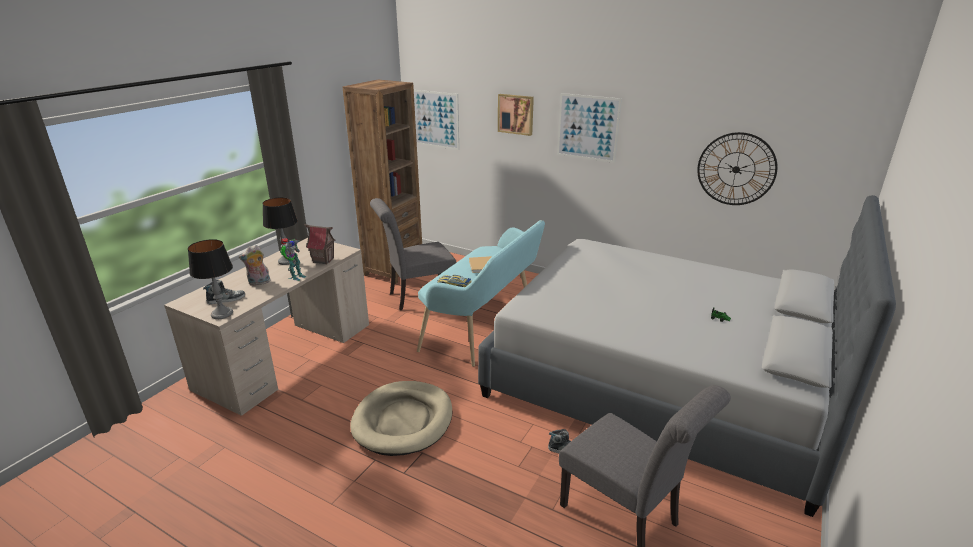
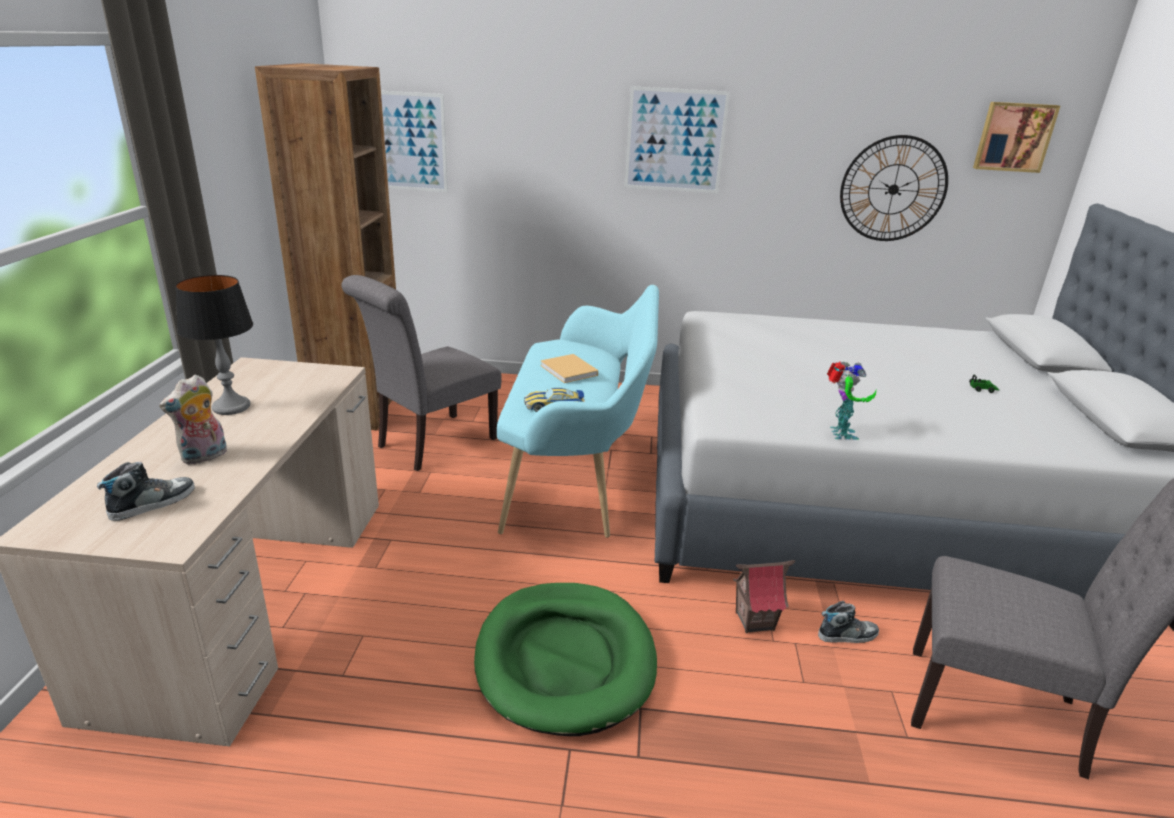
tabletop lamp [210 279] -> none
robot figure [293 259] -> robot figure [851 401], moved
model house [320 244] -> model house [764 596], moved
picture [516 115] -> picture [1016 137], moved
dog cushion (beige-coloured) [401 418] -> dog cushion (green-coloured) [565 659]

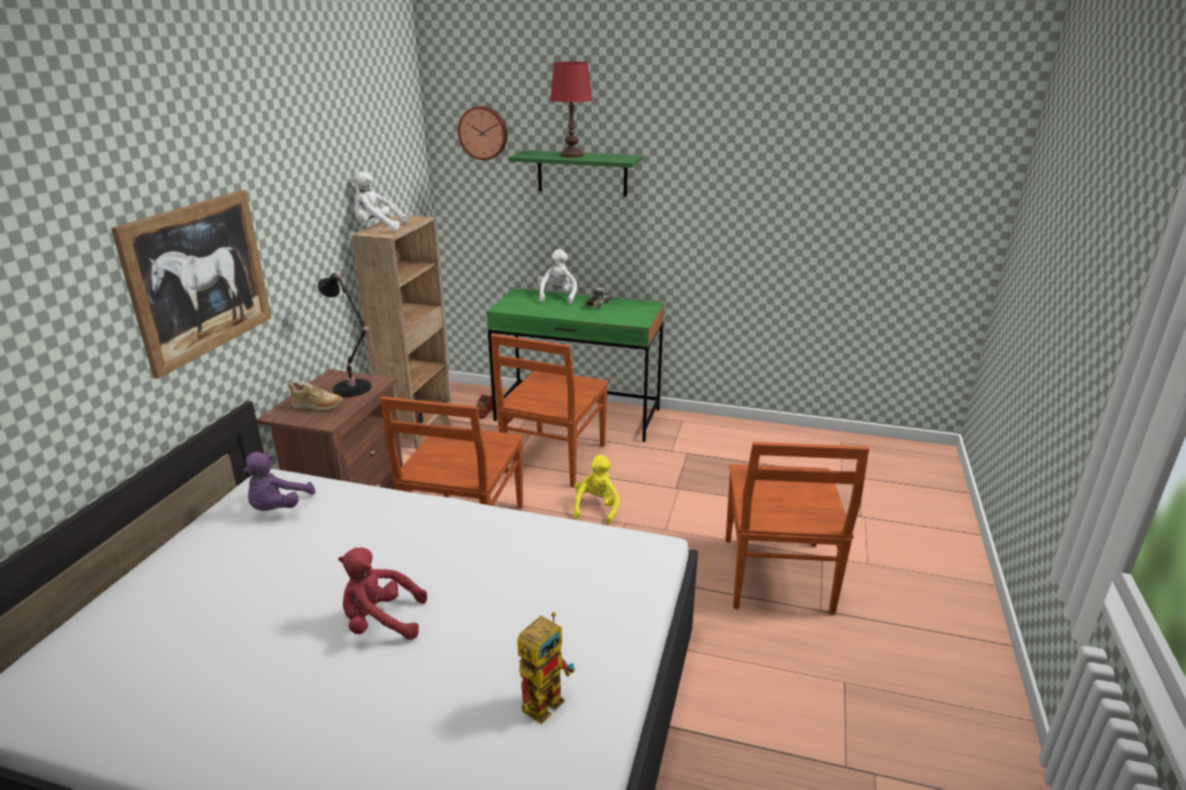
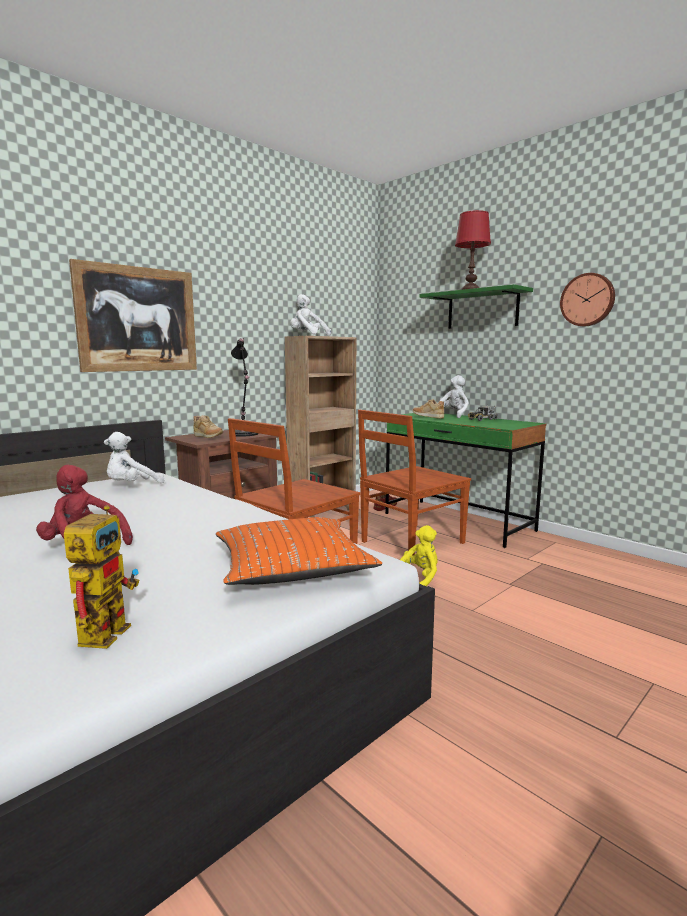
plain chair (brown-coloured) [797 528] -> none
none -> cushion (orangey) [299 551]
none -> shoe (beige-coloured) [428 409]
clock on the wall [483 133] -> clock on the wall [587 299], moved
cuddly toy (purplish) [279 481] -> cuddly toy (white) [134 457]
robot figure [546 668] -> robot figure [101 577], 60 degrees counterclockwise

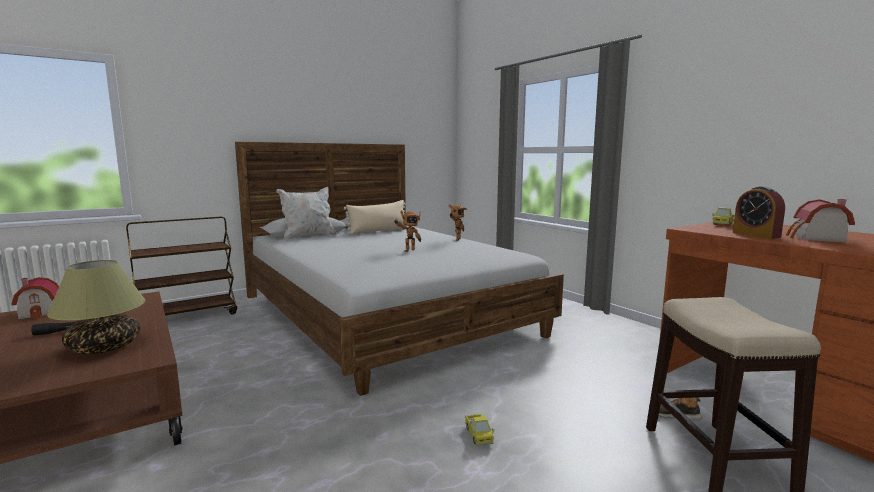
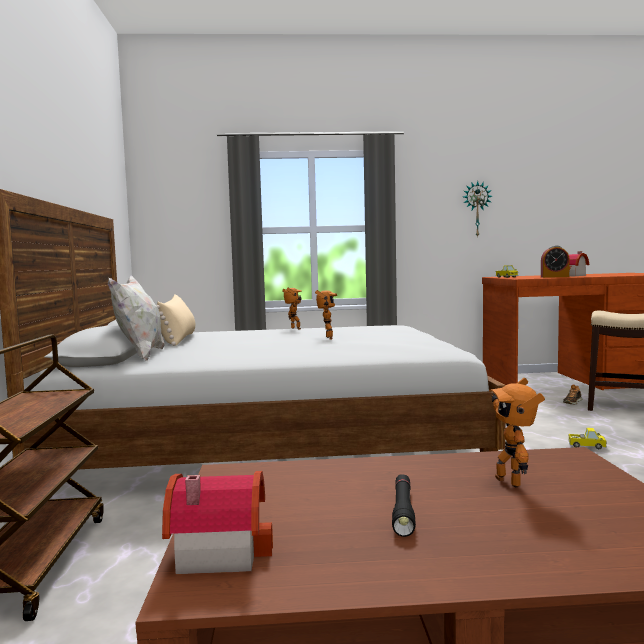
none -> clock on the wall [477 209]
tabletop lamp [96 307] -> robot figure [517 432]

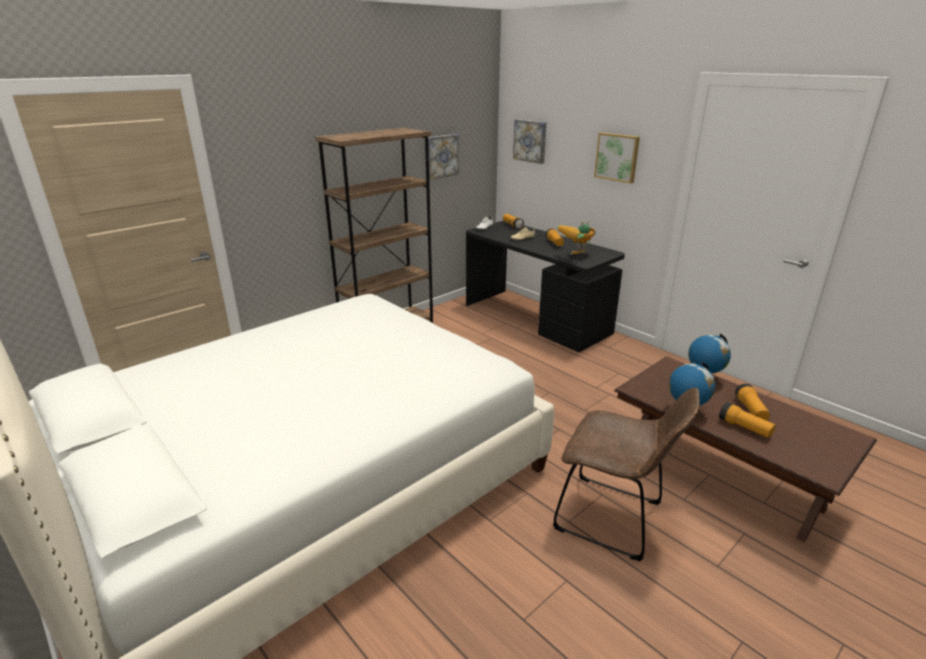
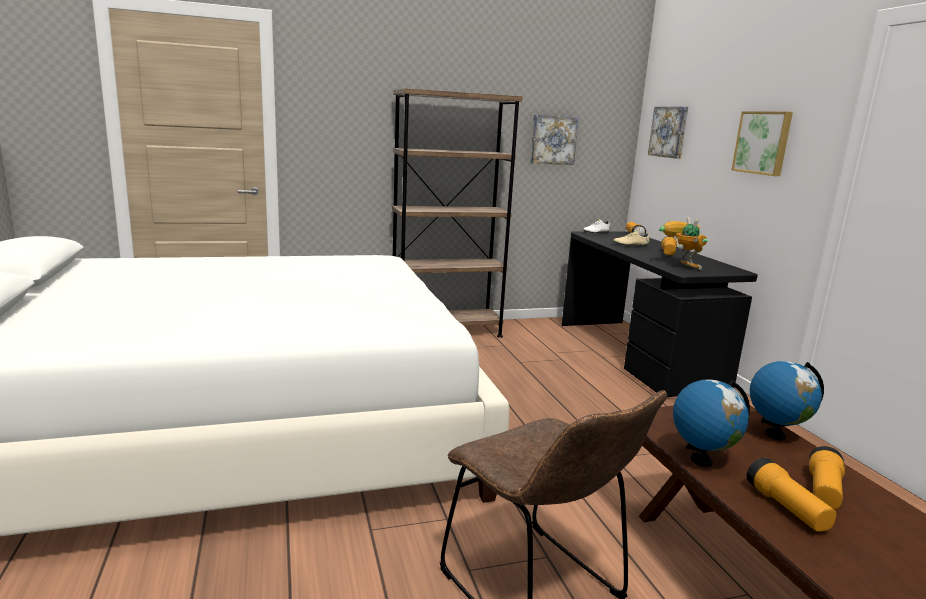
robot figure [576 237] -> robot figure [683 243], 75 degrees clockwise

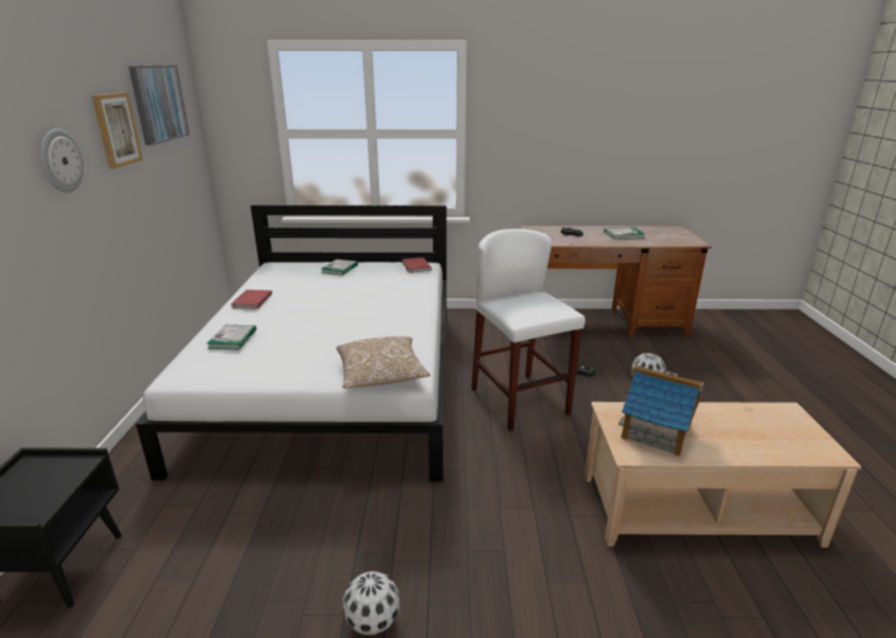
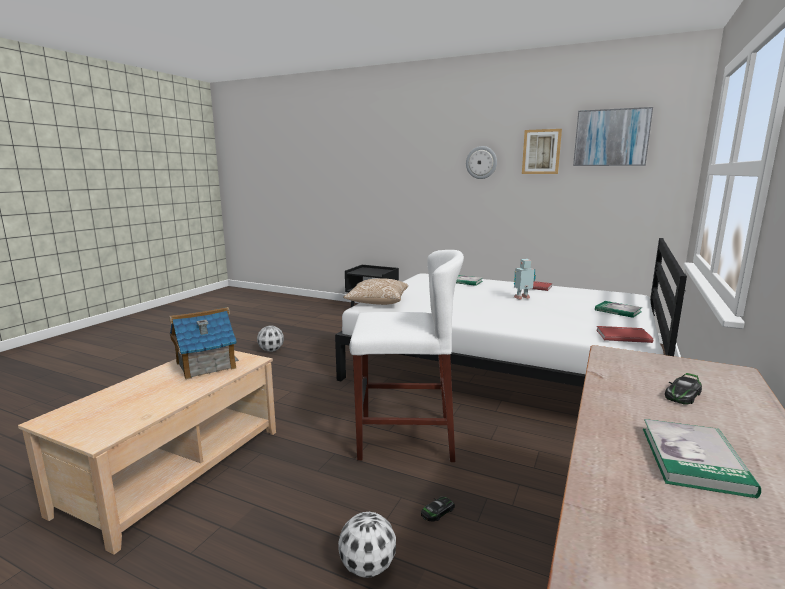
none -> robot figure [525 279]

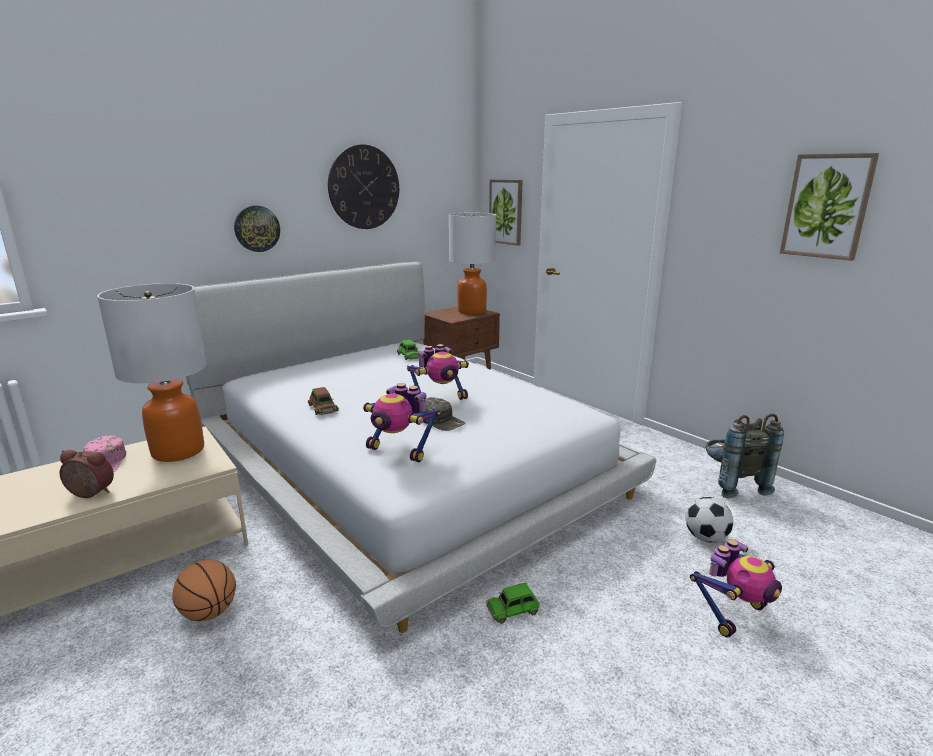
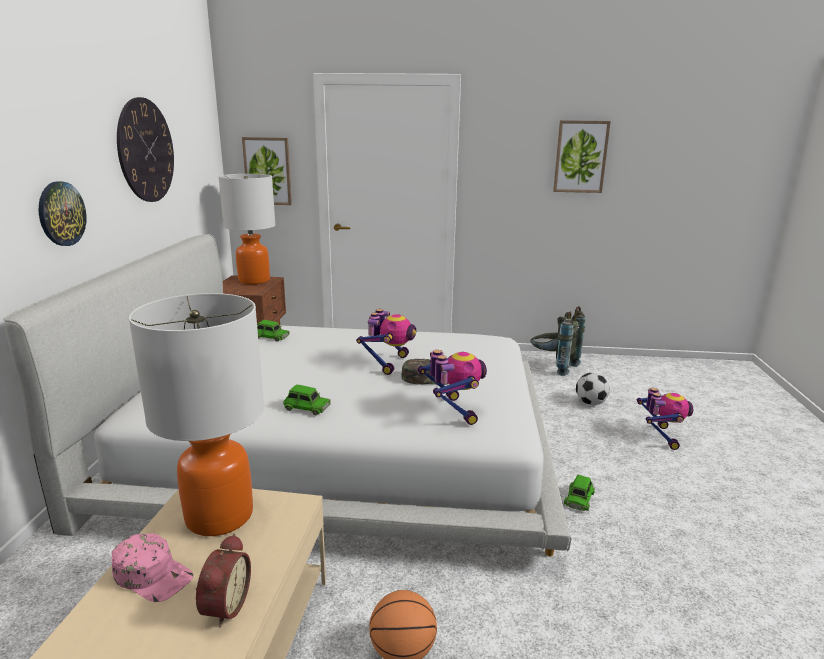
miniature car (brown-coloured) [323 401] -> miniature car (green-coloured) [307 400]
bedside clock [86 474] -> bedside clock [223 580], 135 degrees clockwise
robot figure [401 422] -> robot figure [452 387], 90 degrees counterclockwise

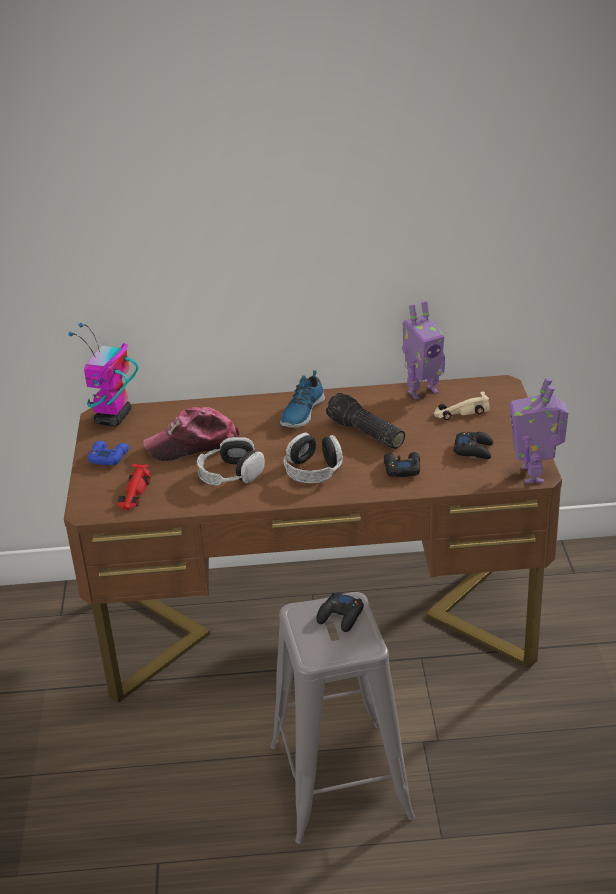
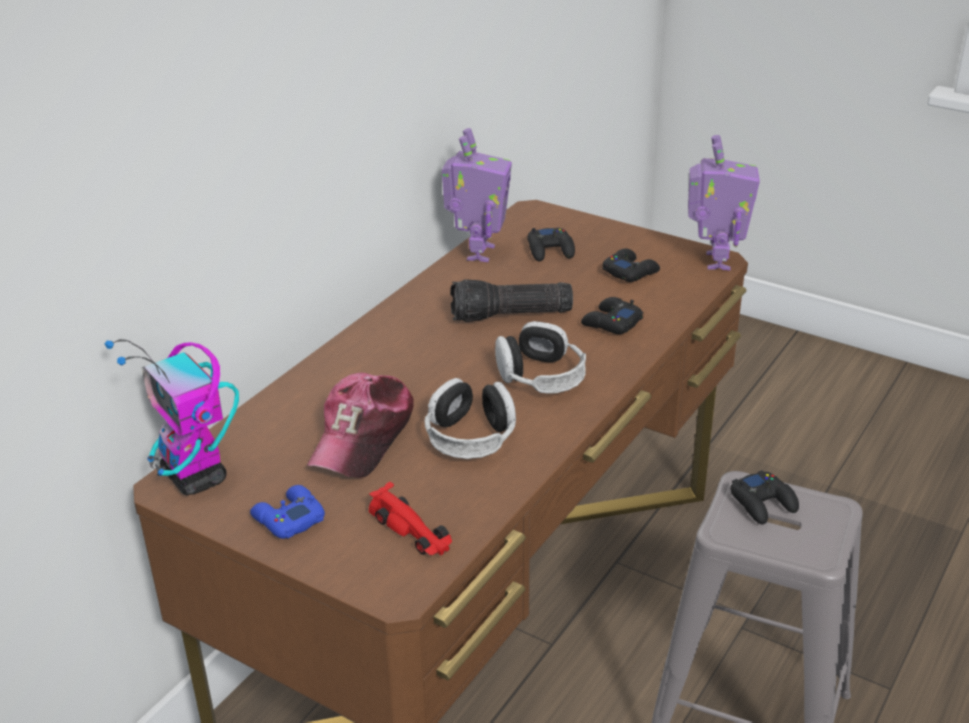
shoe [302 399] -> none
miniature car (beige-coloured) [462 406] -> game controller (black) [551 244]
robot figure [539 430] -> robot figure [724 202], 120 degrees counterclockwise

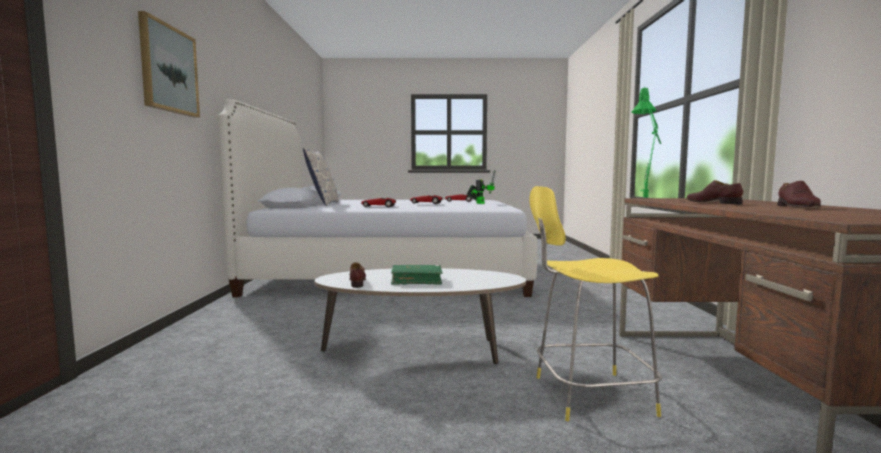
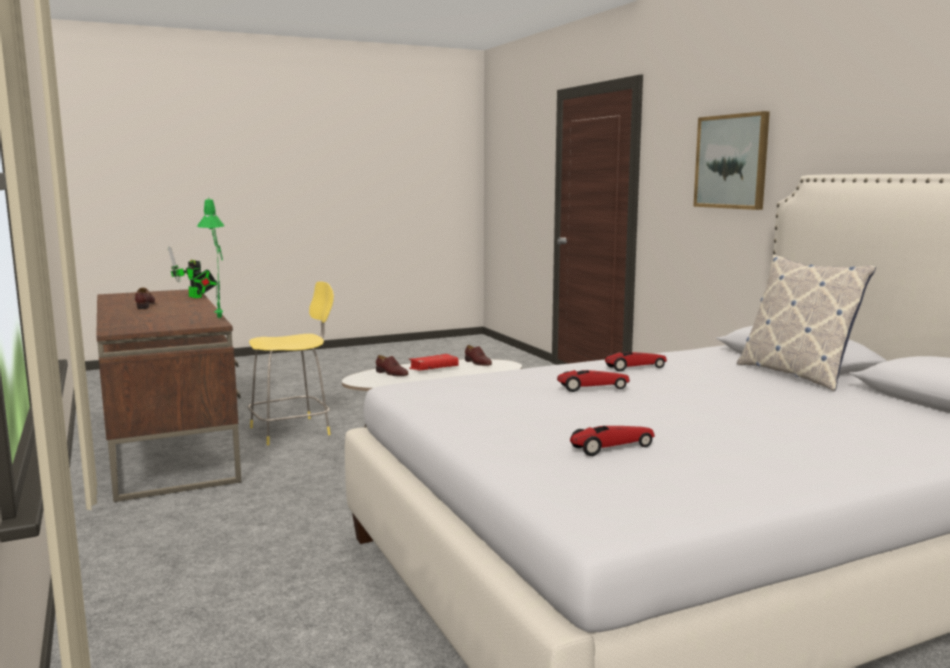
robot figure [481 187] -> robot figure [193 272], moved
shoe (brown-coloured) [714 192] -> shoe (brown-coloured) [392 365], moved
book (green-coloured) [417 275] -> book (red-coloured) [433 362]

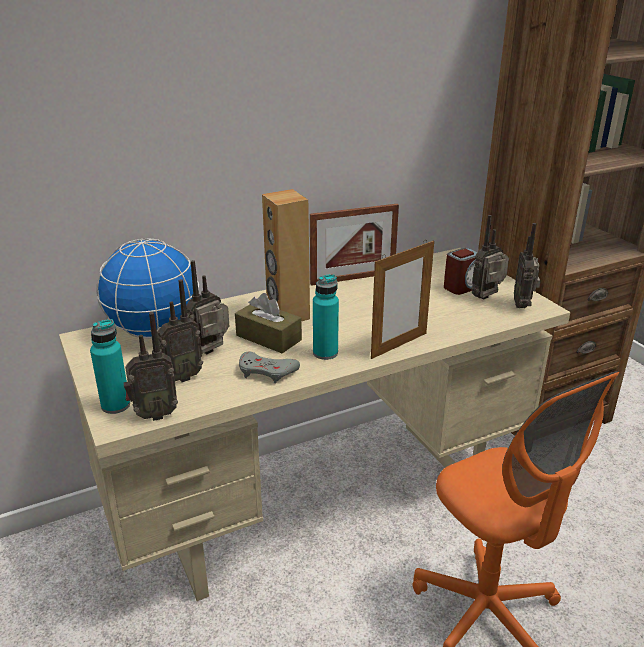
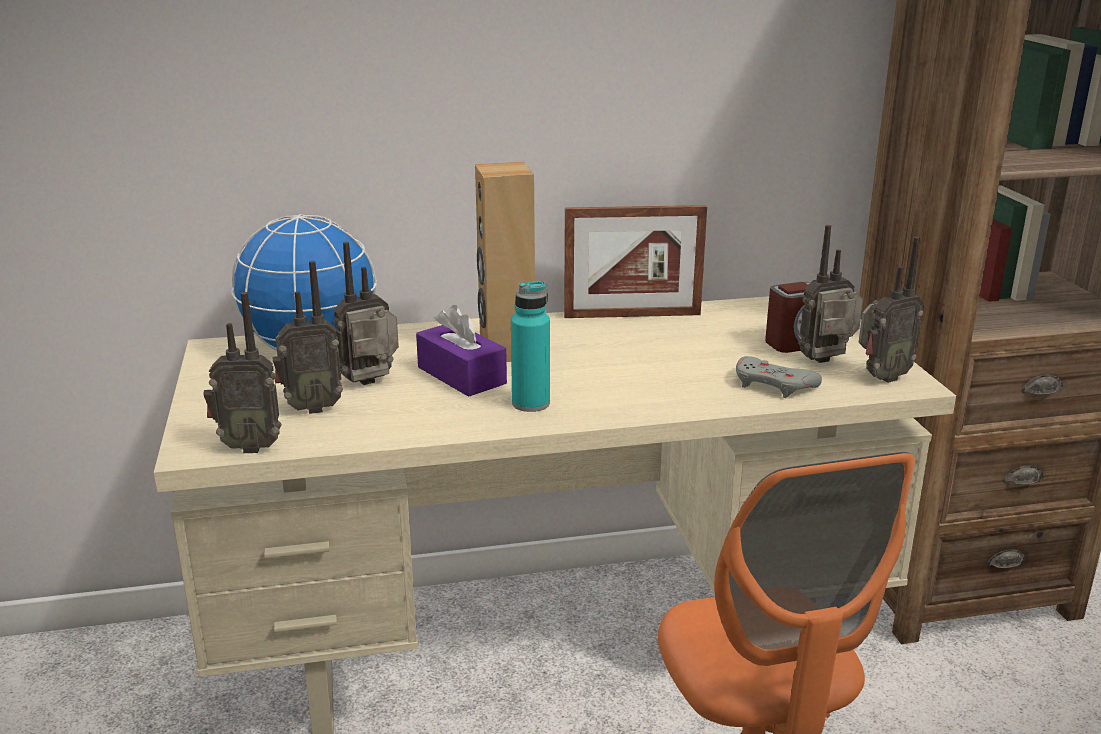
drink bottle (turquoise) [110 366] -> none
photo frame [402 299] -> none
game controller (gray) [269 367] -> game controller (gray) [779 377], moved
box of tissues (brown-coloured) [268 323] -> box of tissues (purplish) [461 351]
radio set [527 265] -> radio set [891 310], 135 degrees counterclockwise

